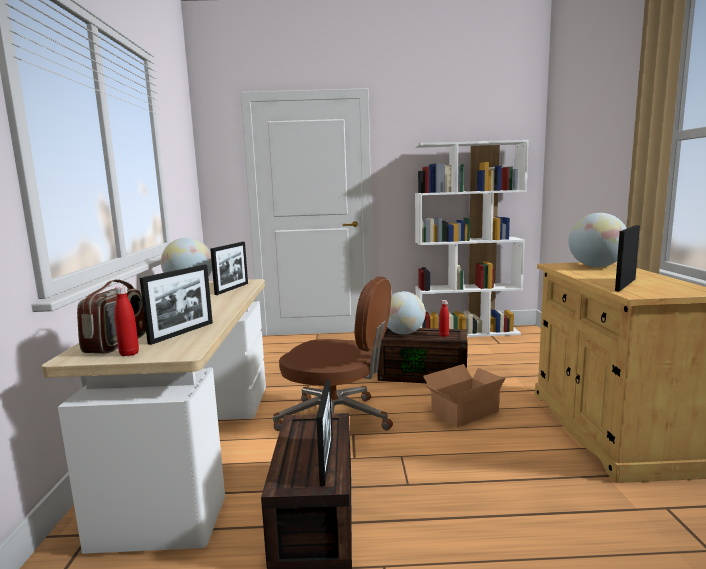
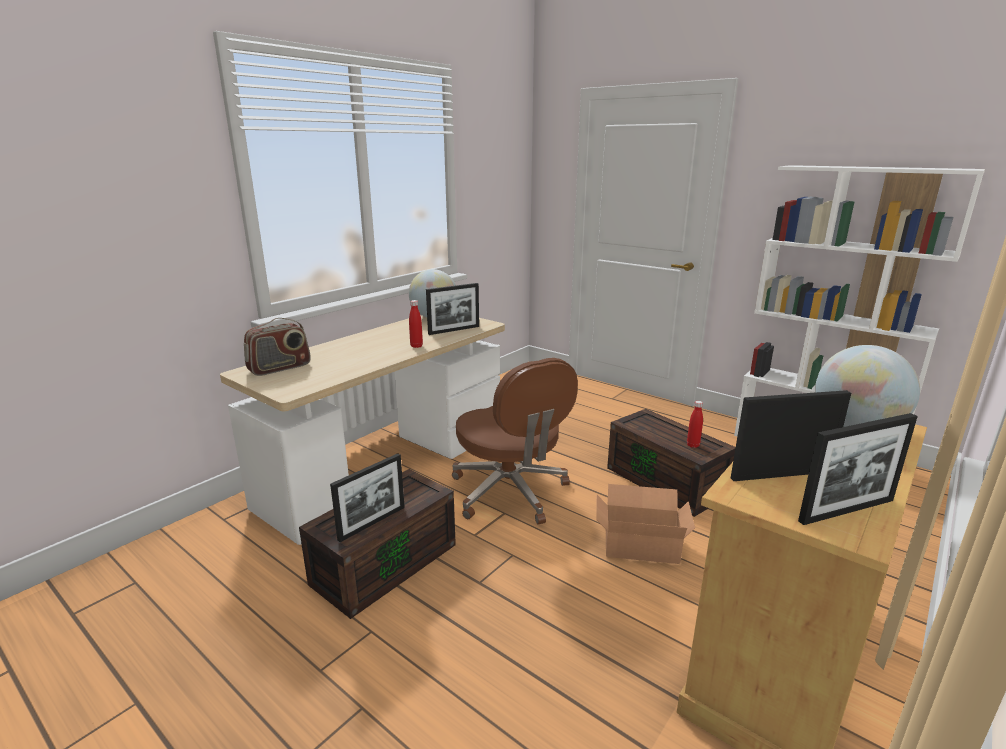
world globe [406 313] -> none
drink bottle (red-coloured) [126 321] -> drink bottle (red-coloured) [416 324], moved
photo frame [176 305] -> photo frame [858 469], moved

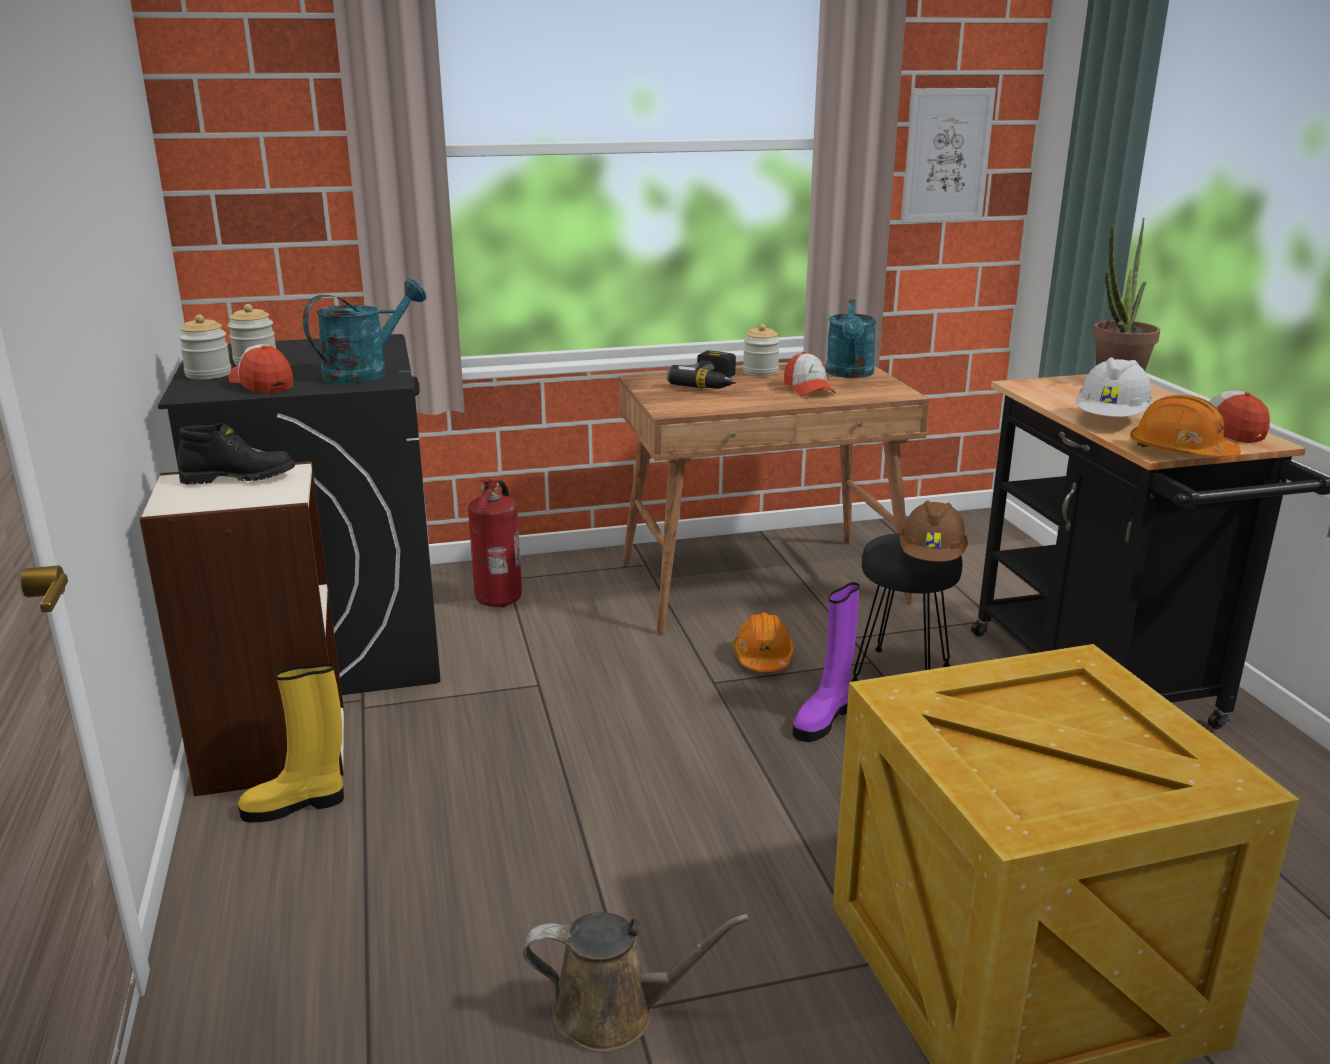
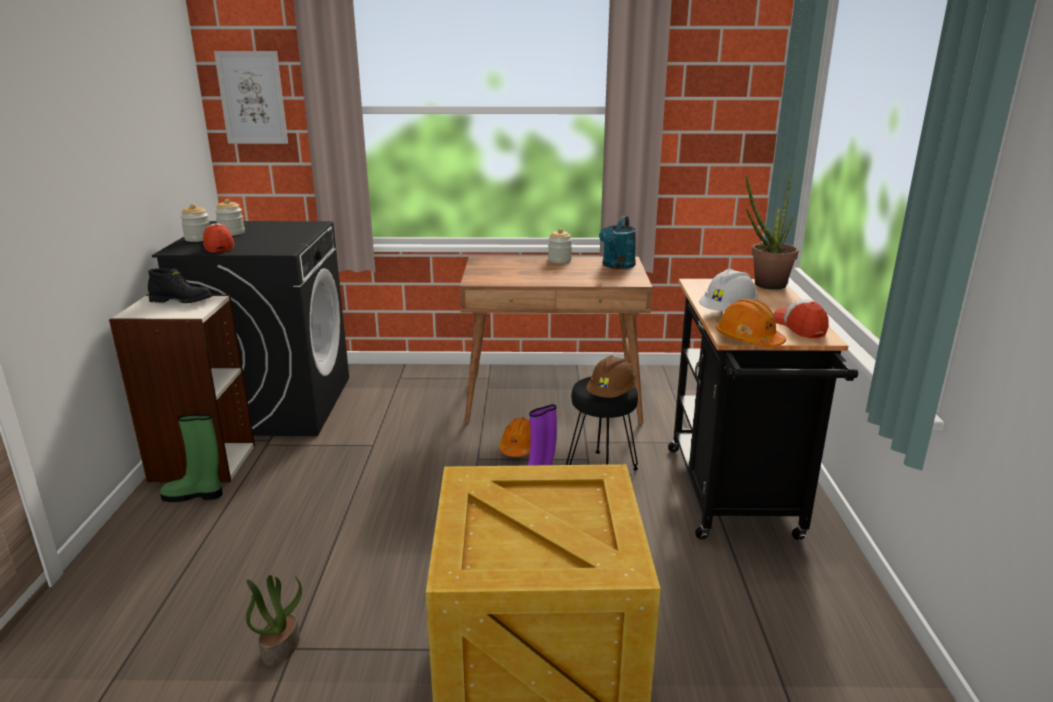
sprinkling can (turquoise) [364 331] -> none
fire-fighting cylinder [495 543] -> none
drill [701 369] -> none
peaked cap [810 374] -> none
picture [948 155] -> picture [251 97], moved
sprinkling can (brown-coloured) [636 982] -> potted plant [274 620]
tall boot (yellowish) [291 742] -> tall boot (green-coloured) [191 458]

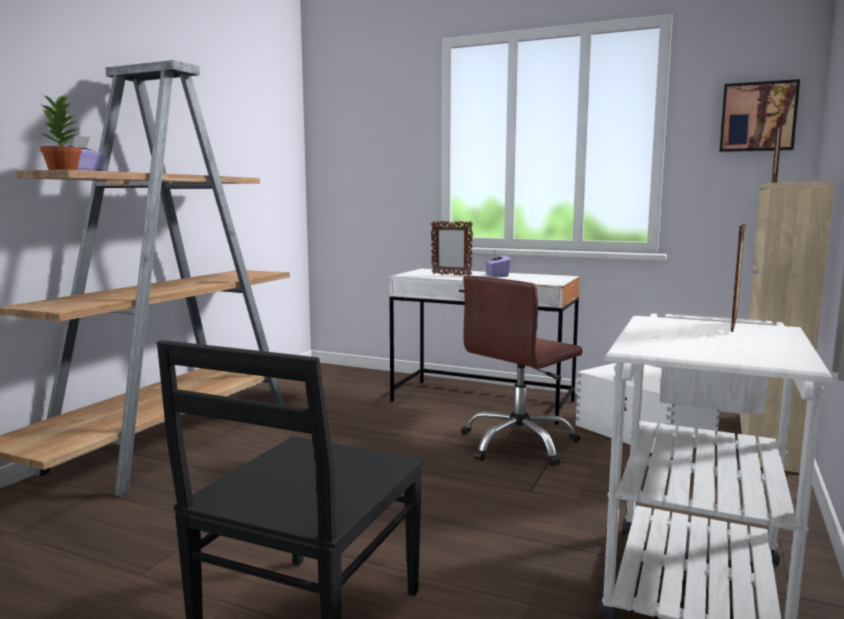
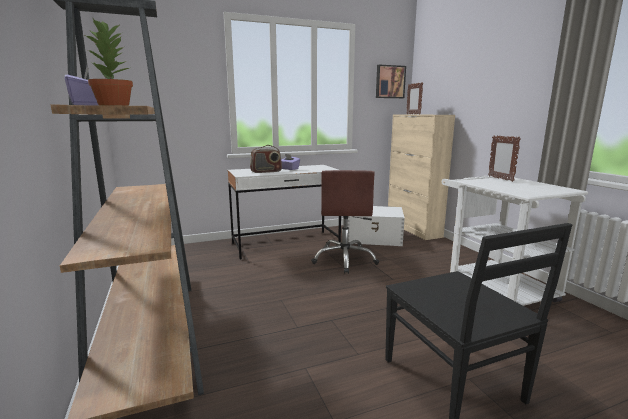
photo frame [452 248] -> radio set [266 159]

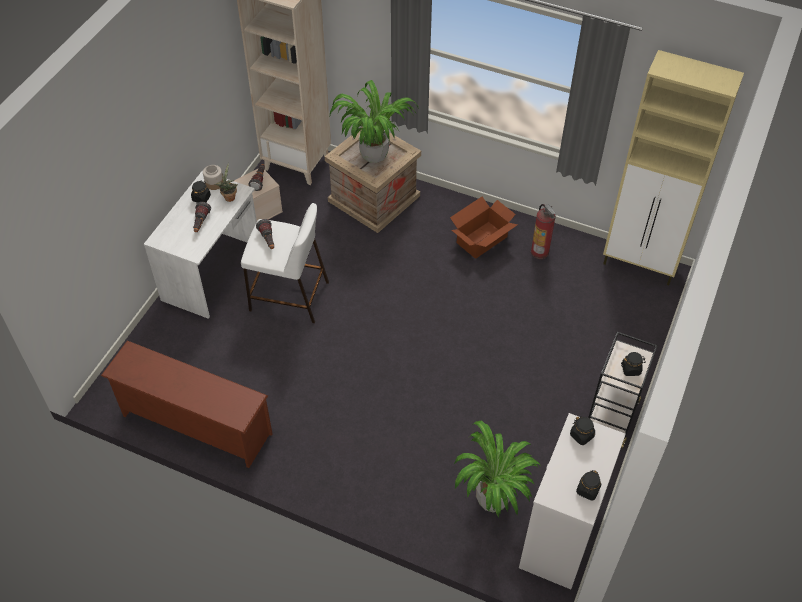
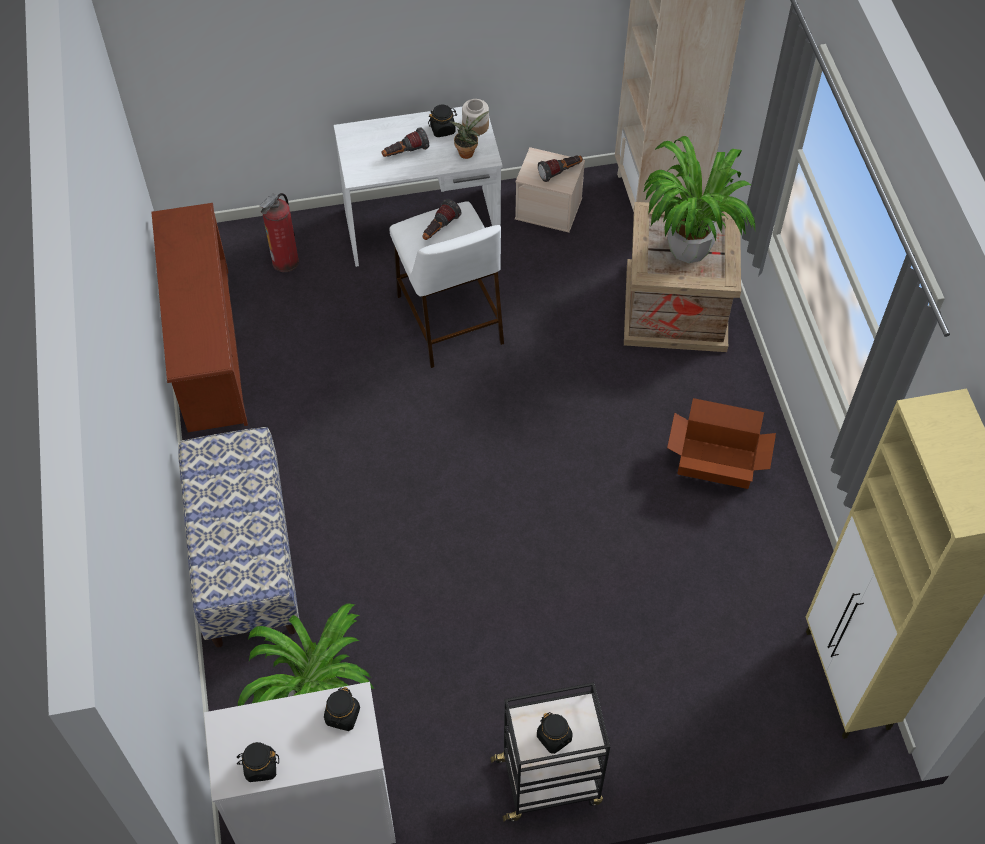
none -> bench [239 537]
fire-fighting cylinder [543 231] -> fire-fighting cylinder [279 232], moved

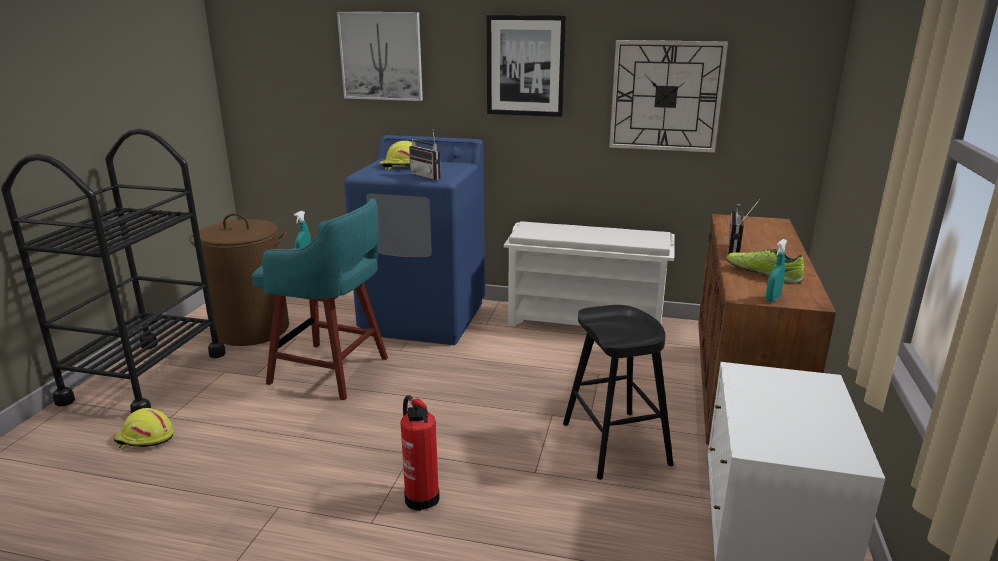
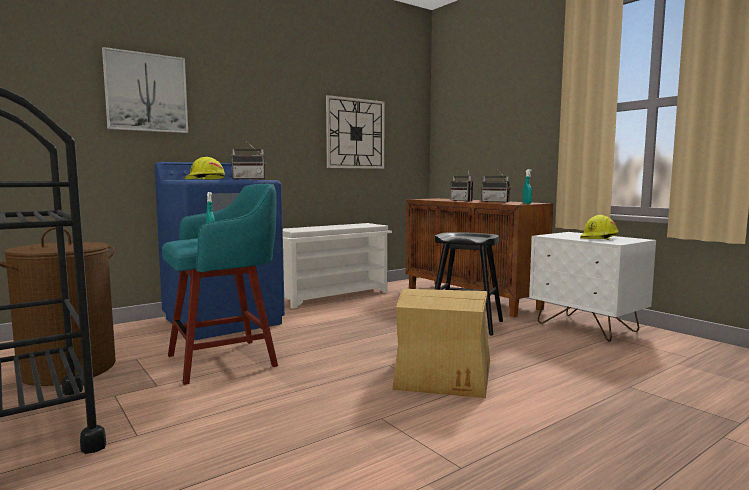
picture [526 66] -> none
safety helmet (yellowish) [144 428] -> safety helmet (yellowish) [599 227], moved
fire-fighting cylinder [420 453] -> carton [441 343]
shoe [765 266] -> radio set [496 186]

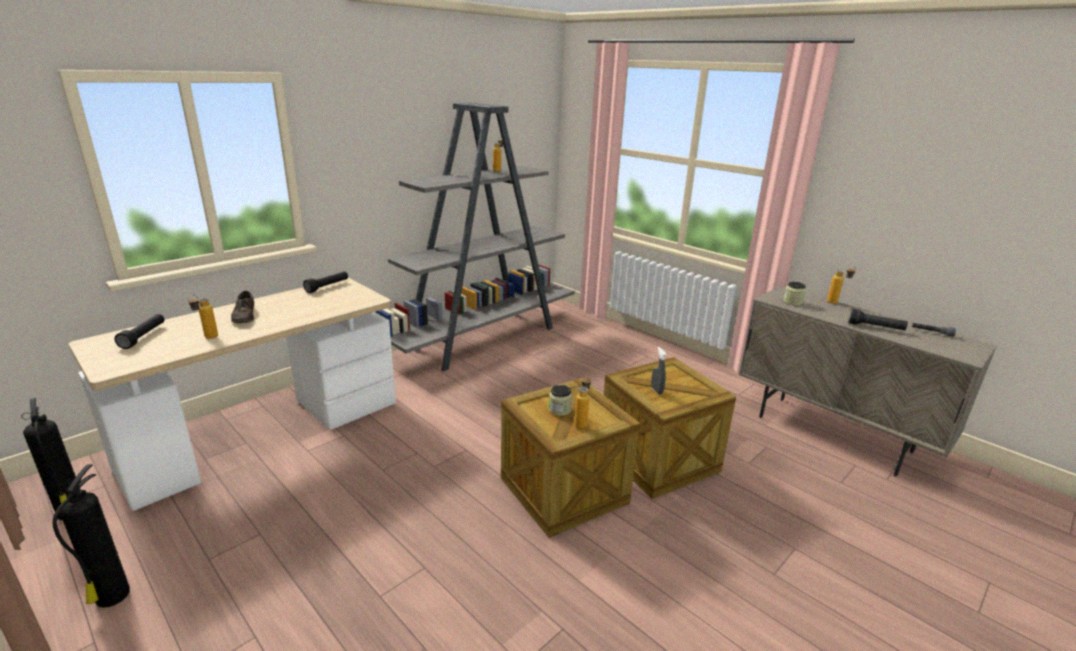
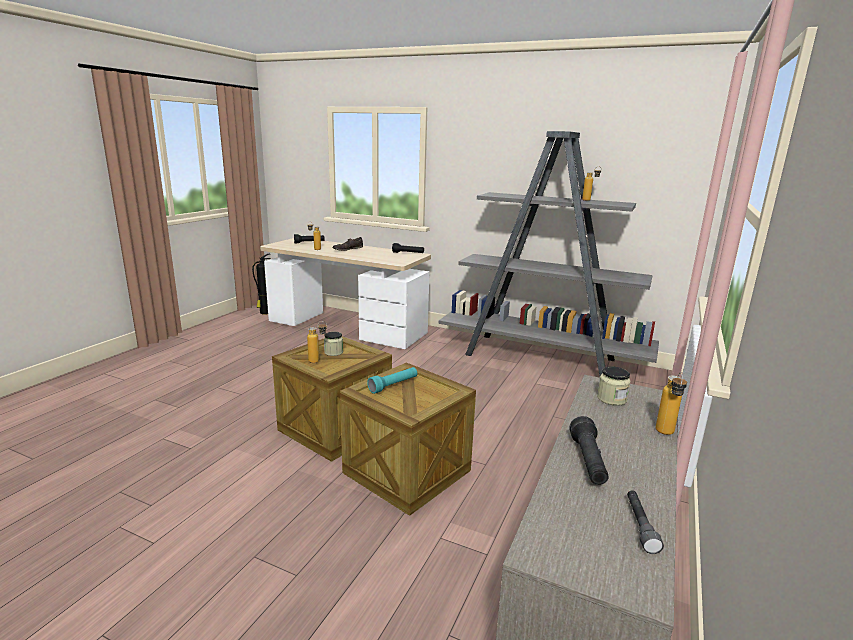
fire-fighting cylinder [91 536] -> none
spray bottle (gray) [658 370] -> hand torch (turquoise) [392 380]

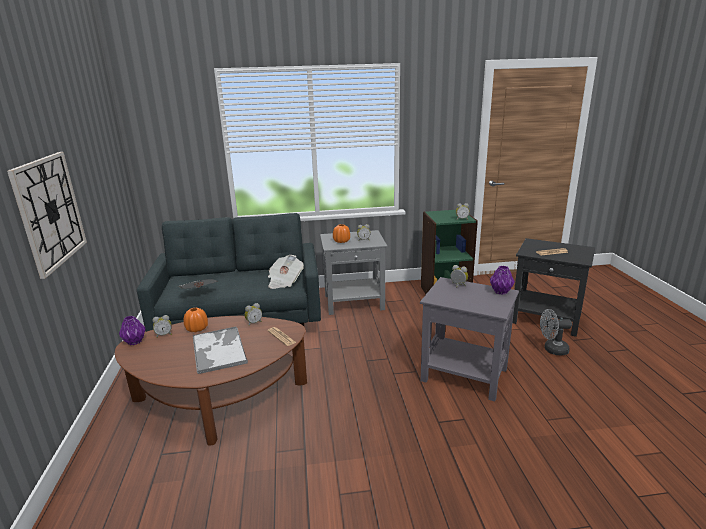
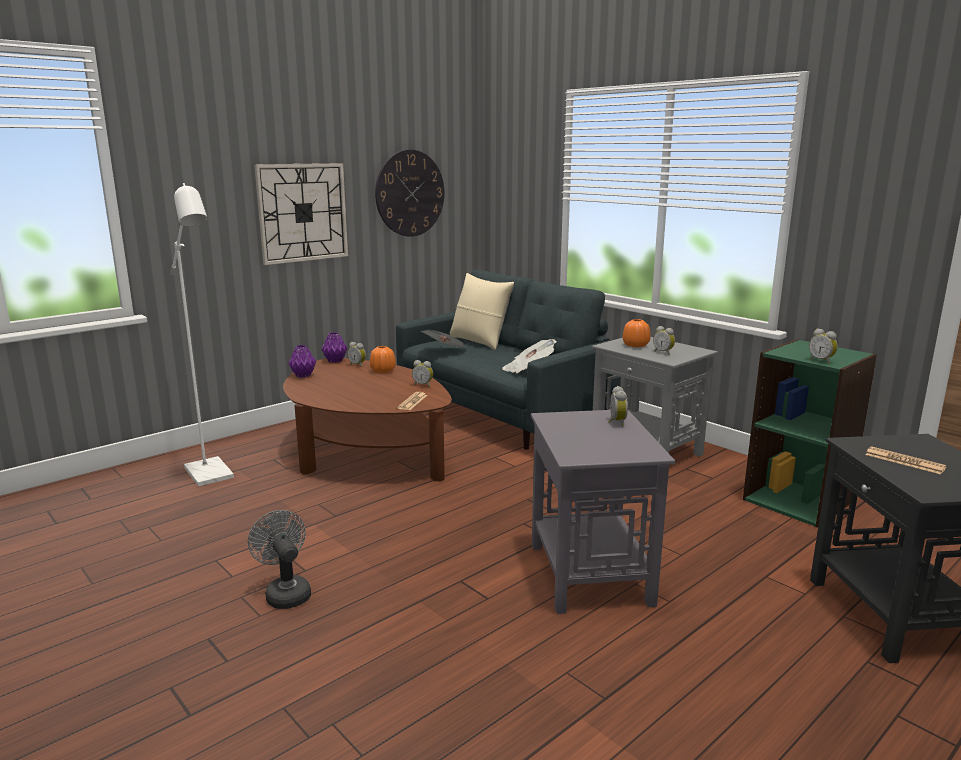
serving tray [220 350] -> none
none -> standing lamp (white) [202 335]
none -> clock on the wall [409 193]
none -> cushion (beige-coloured) [482 311]
flower vase (purplish) [502 280] -> flower vase (purplish) [302 361], moved
cooling fan (gray) [556 332] -> cooling fan (gray) [279 559], moved

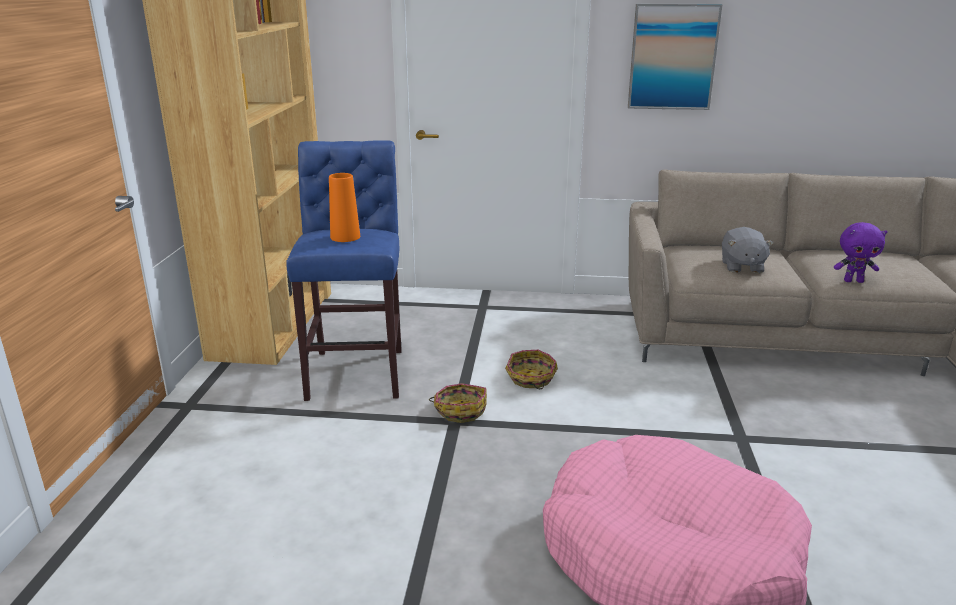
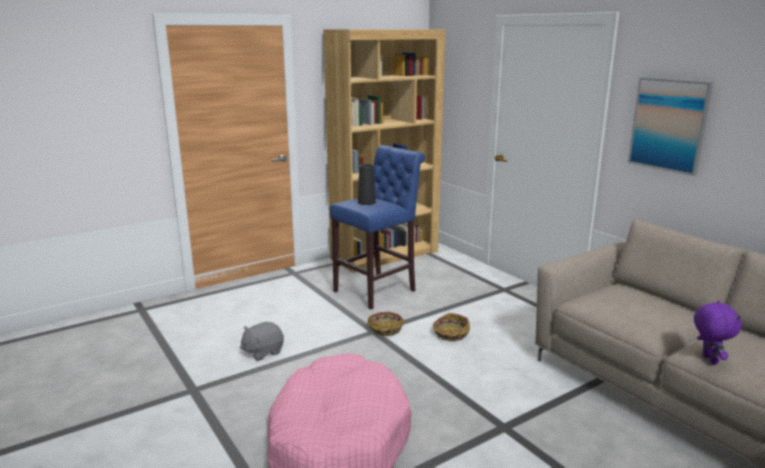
cuddly toy (gray) [748 250] -> cuddly toy (gray) [262 341], moved
flower vase (orangey) [344 207] -> flower vase (black) [367 184]
cuddly toy (purplish) [861 252] -> cuddly toy (purplish) [718 332], 150 degrees counterclockwise

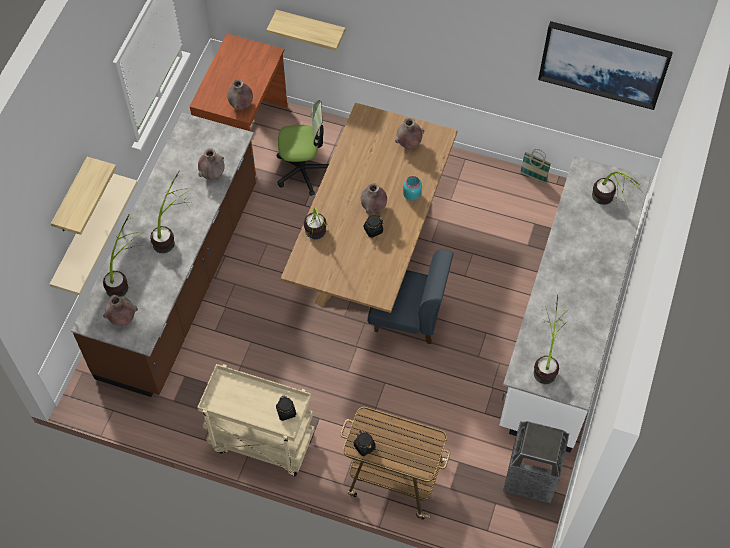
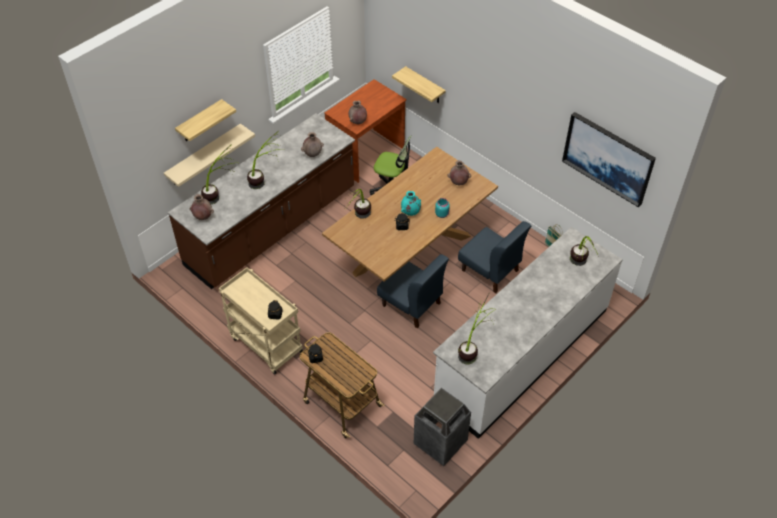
none -> plain chair (bluish) [494 257]
flower vase (brown-coloured) [374 198] -> flower vase (turquoise) [411 203]

